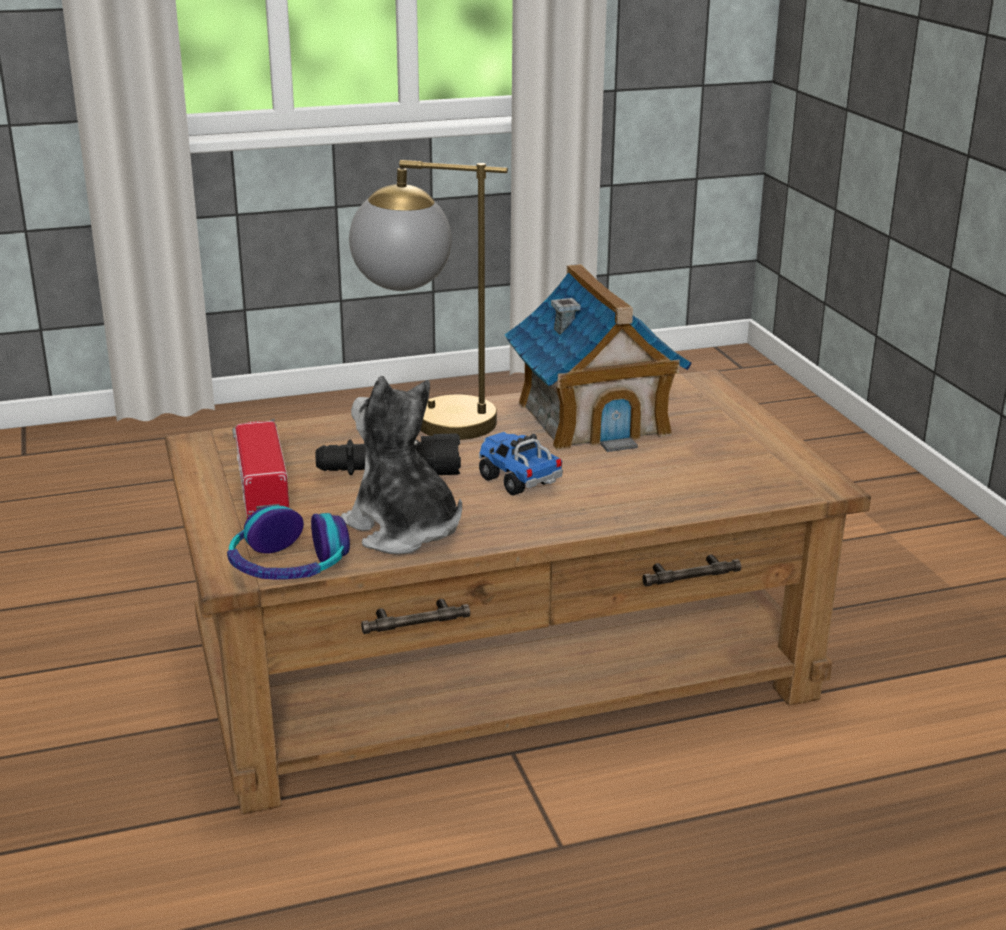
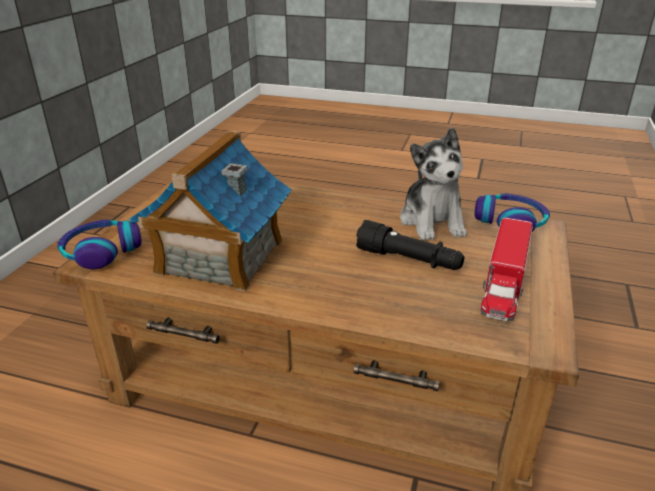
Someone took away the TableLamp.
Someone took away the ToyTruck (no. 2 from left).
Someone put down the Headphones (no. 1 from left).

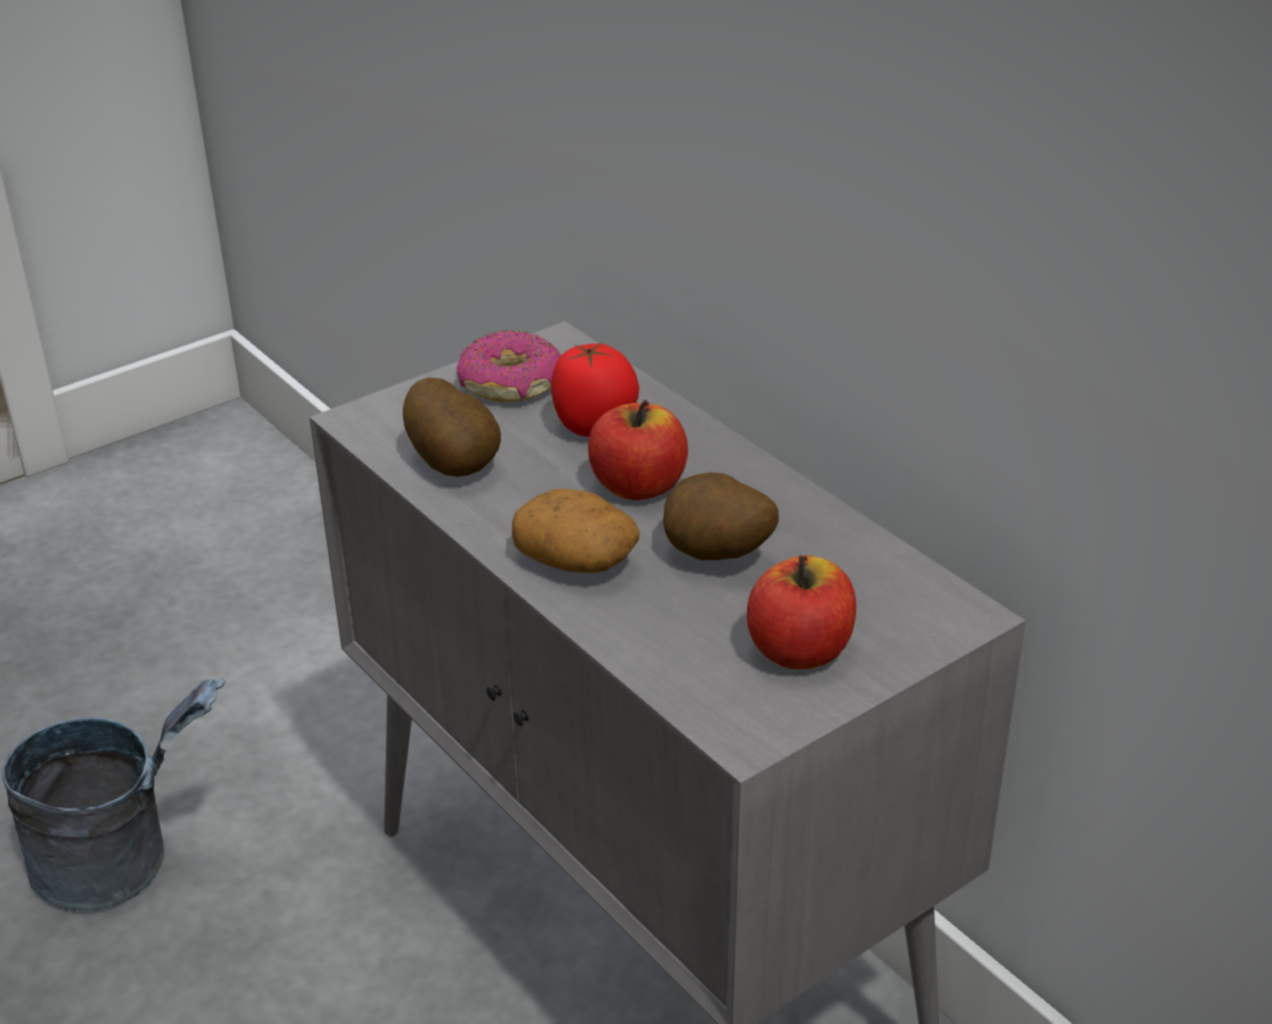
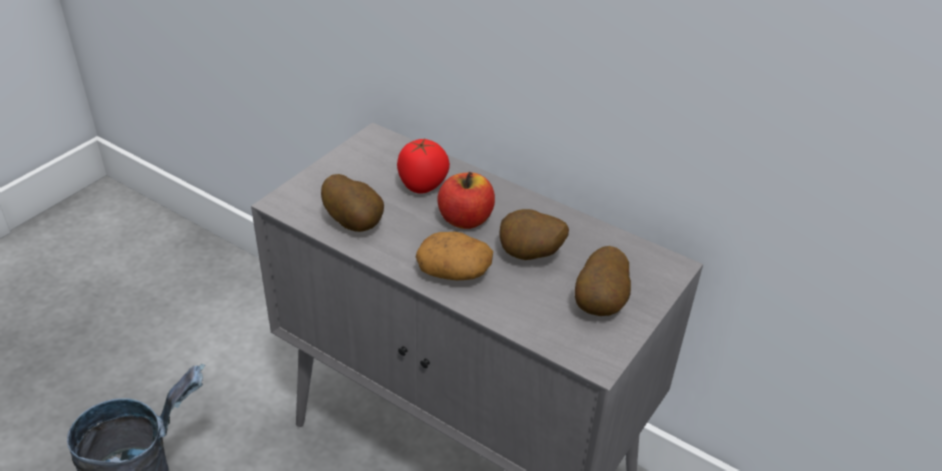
Someone took away the Donut.
Someone swapped the Apple (no. 2 from left) for the Potato (no. 4 from left).

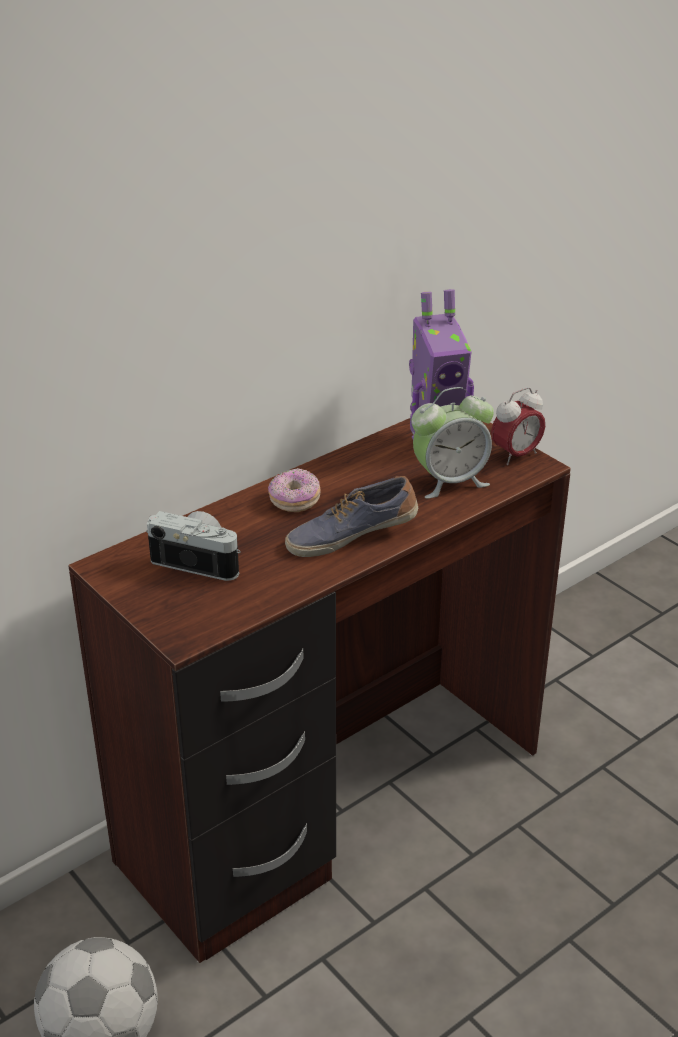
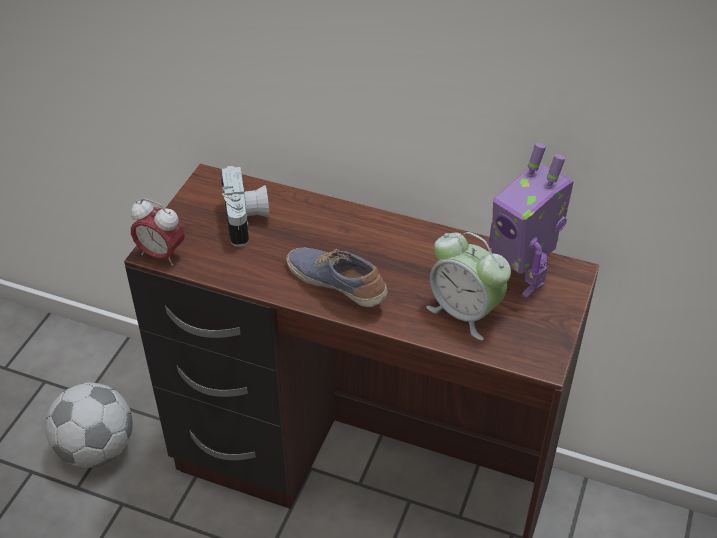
Someone took away the Donut.
Someone carried the AlarmClock (no. 2 from left in the first image).

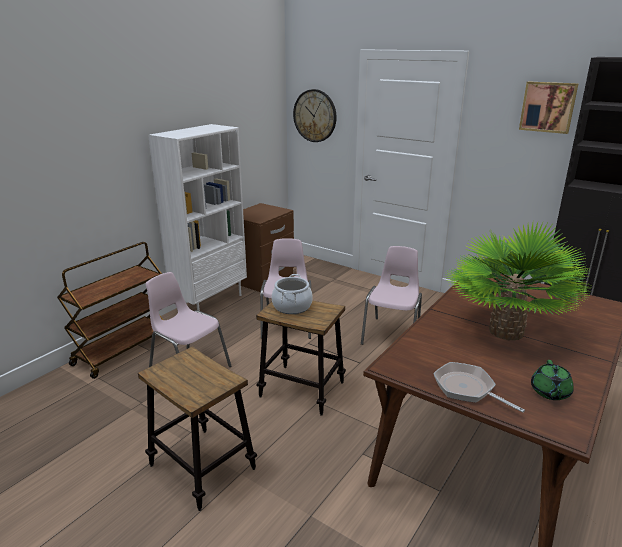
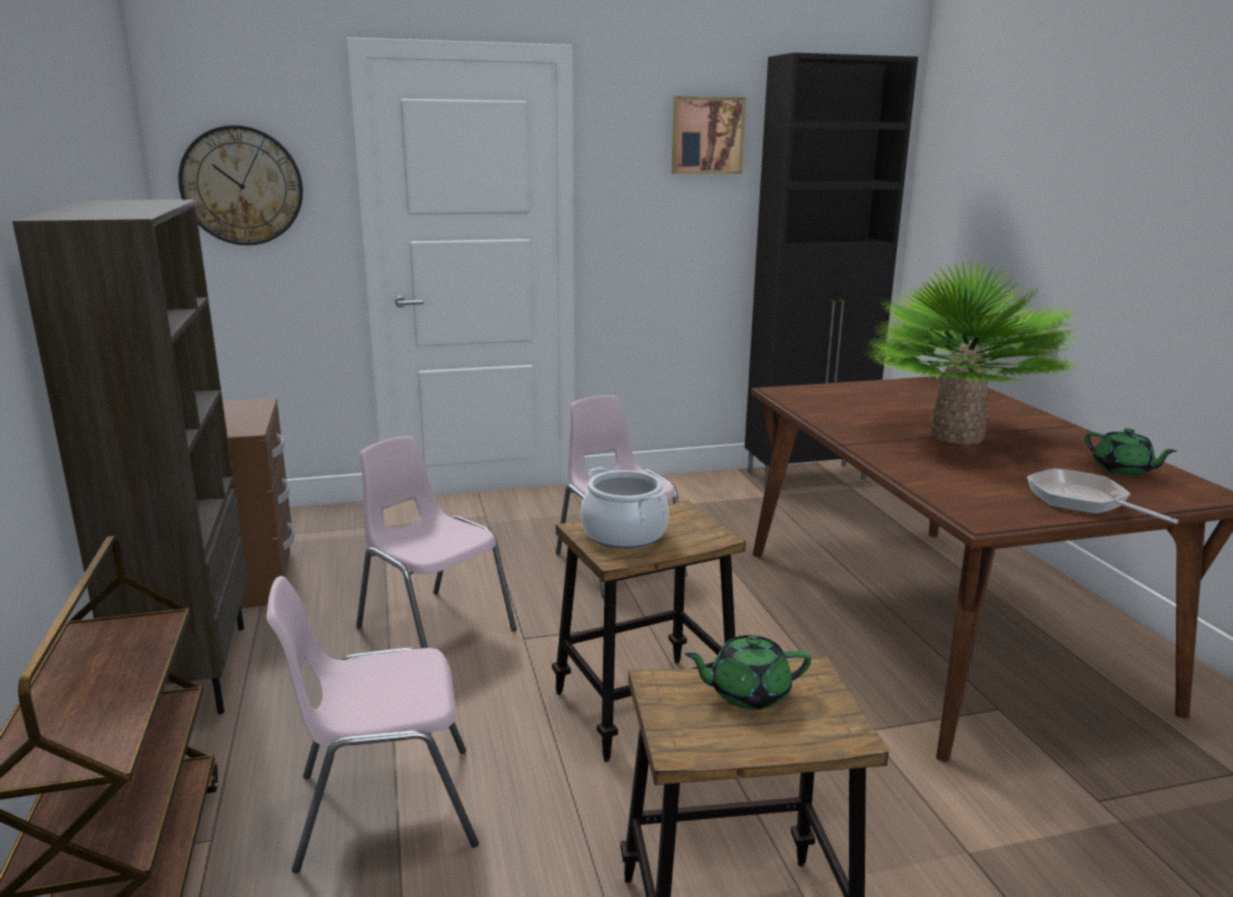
Someone repainted the WhiteBookcase, which became the BrownBookcase.
Someone rotated the FryingPan by 60 degrees clockwise.
Someone put down the GreenTeapot (no. 1 from left).

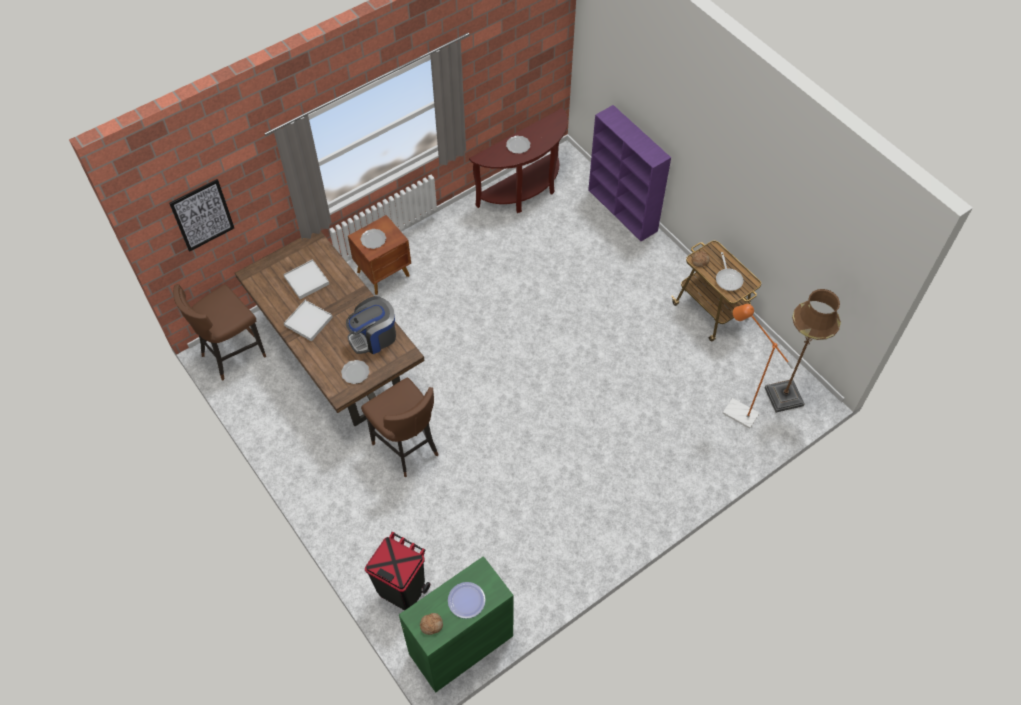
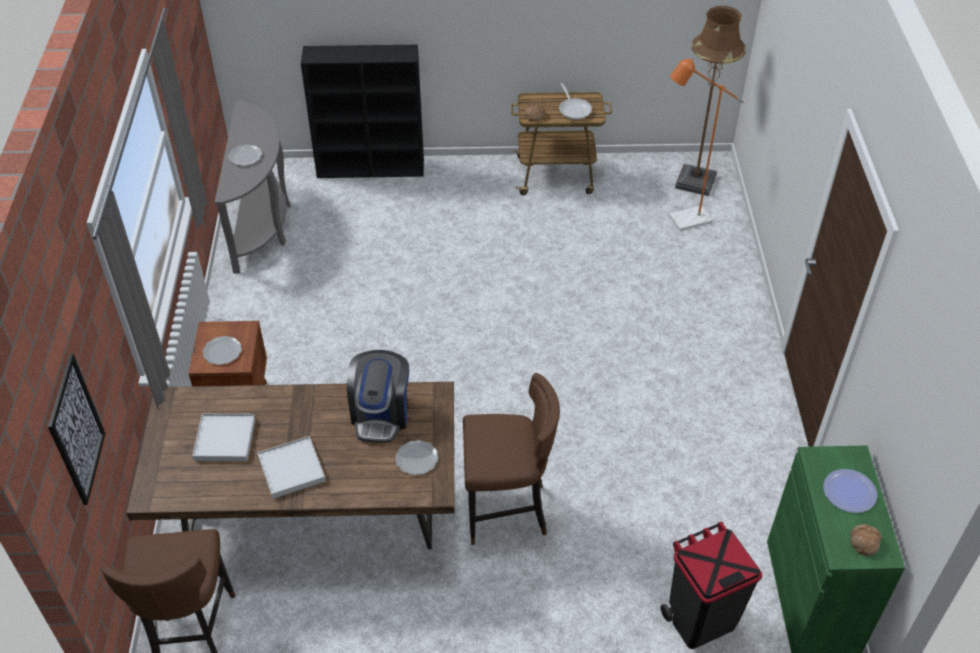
Someone repainted the BrownConsoleTable, which became the GreyConsoleTable.
Someone repainted the PurpleBookcase, which became the BlackBookcase.
Someone rotated the FryingPan by 45 degrees clockwise.

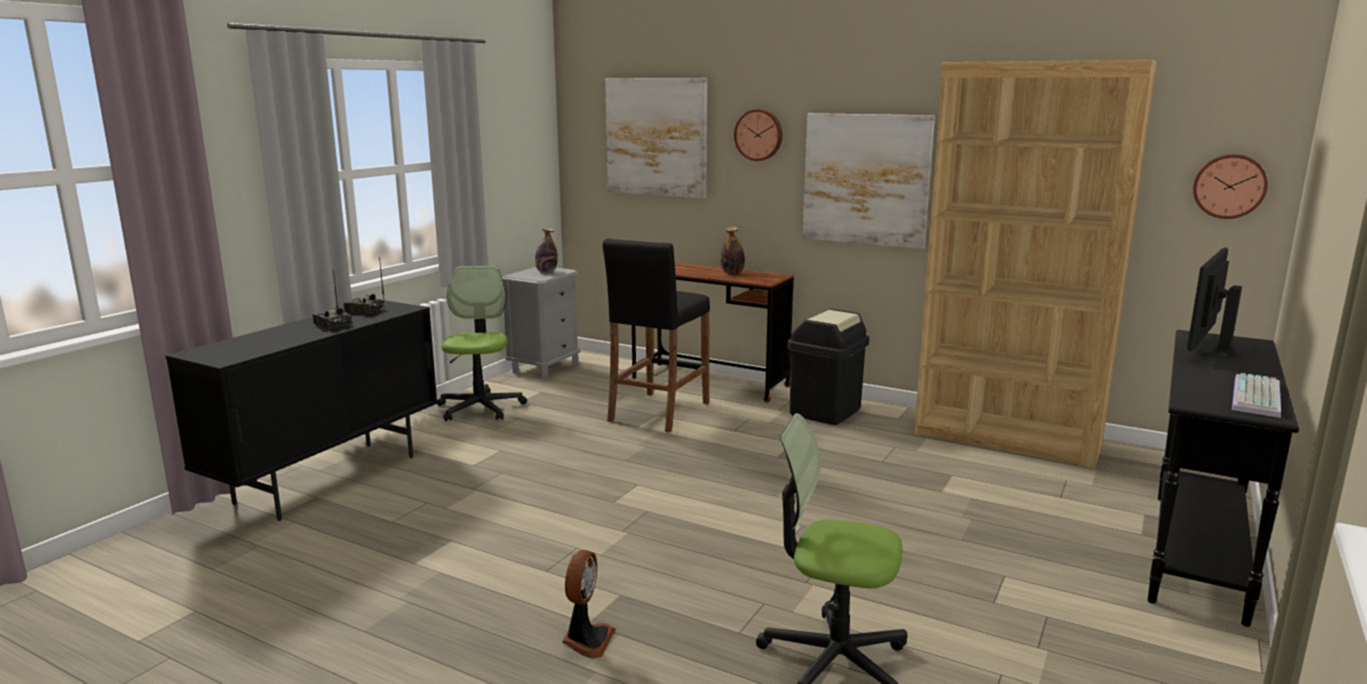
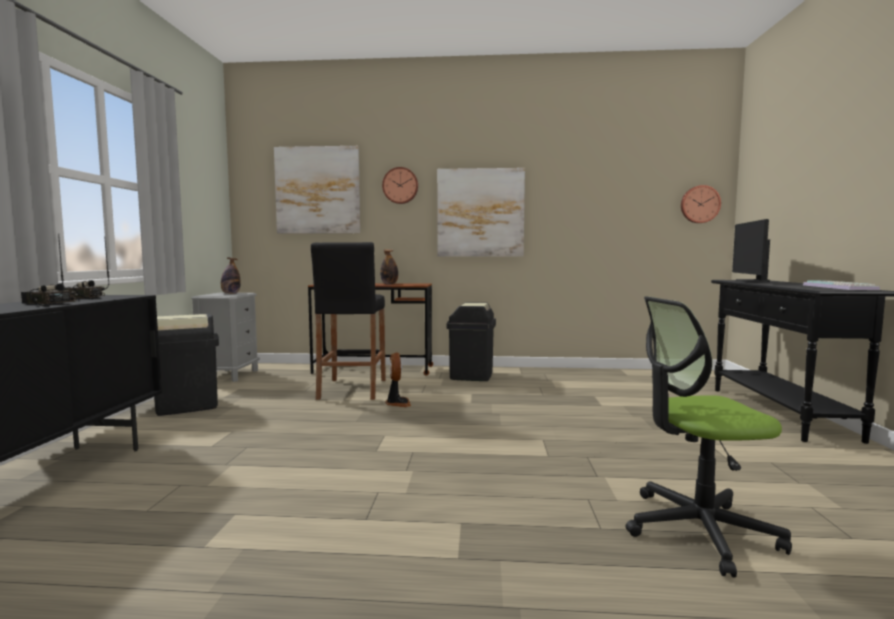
Someone swapped the OfficeChair (no. 1 from left) for the BlackTrashCan (no. 1 from left).
Someone carried the Fan.
Someone took away the BrownBookcase.

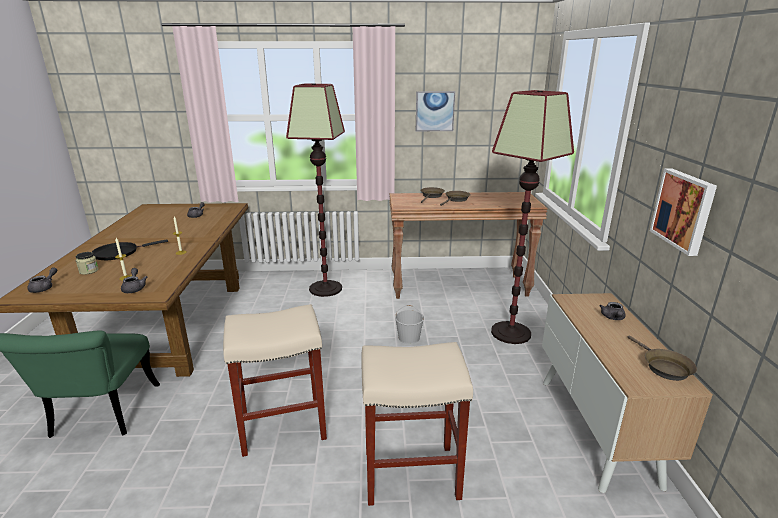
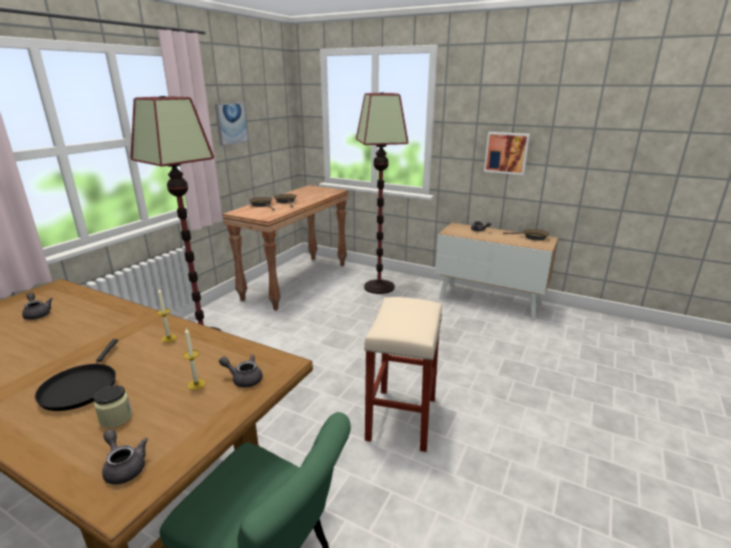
Someone took away the BeigeStool (no. 2 from left).
Someone took away the WhiteBucket.

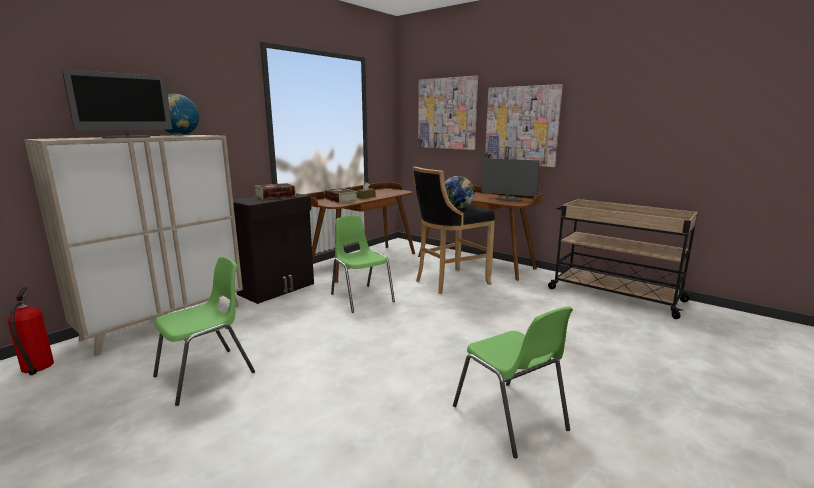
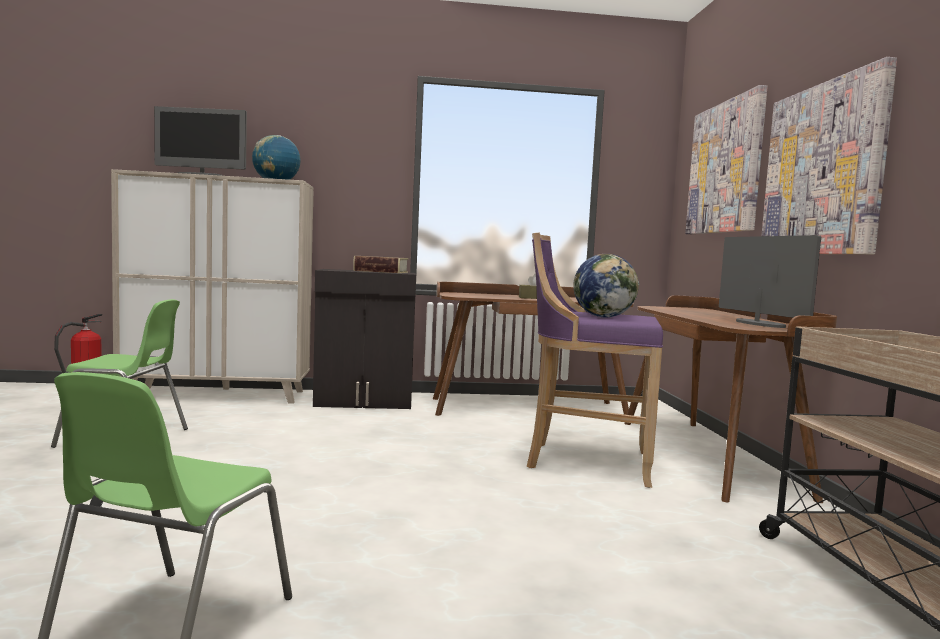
Someone took away the Book (no. 2 from left).
Someone took away the GreenChair (no. 2 from left).
Someone repainted the BlackStool, which became the PurpleStool.

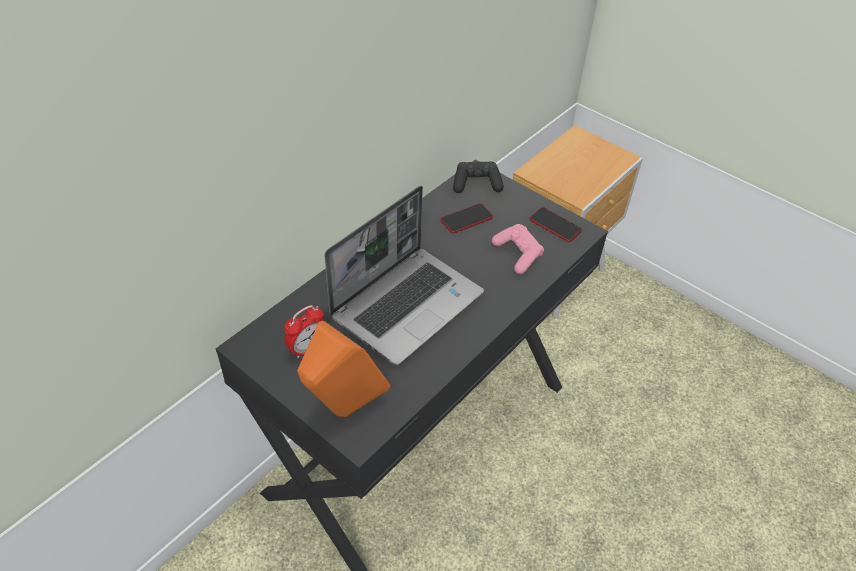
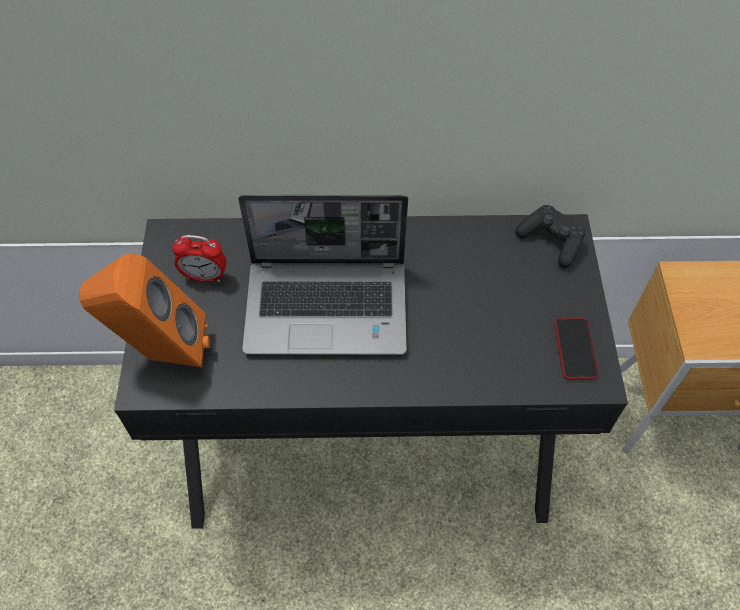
Someone took away the Phone (no. 1 from left).
Someone took away the PinkGameController.

